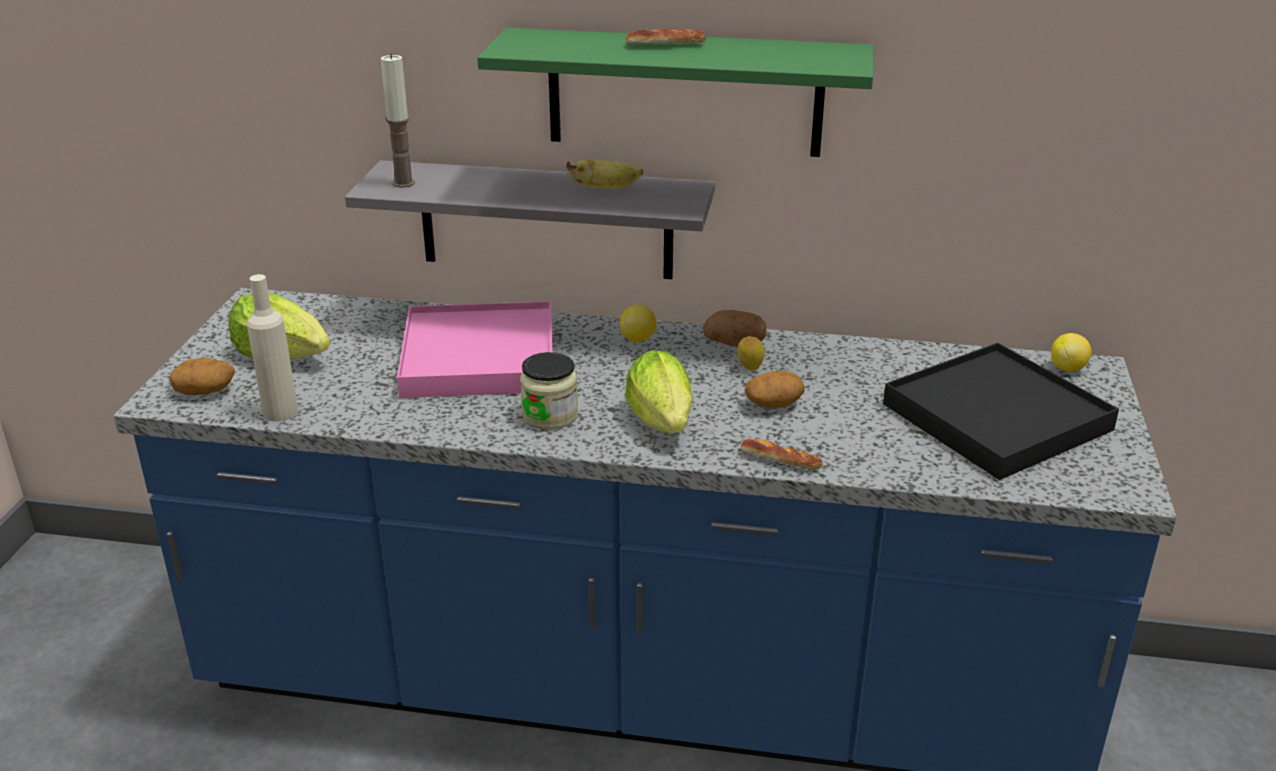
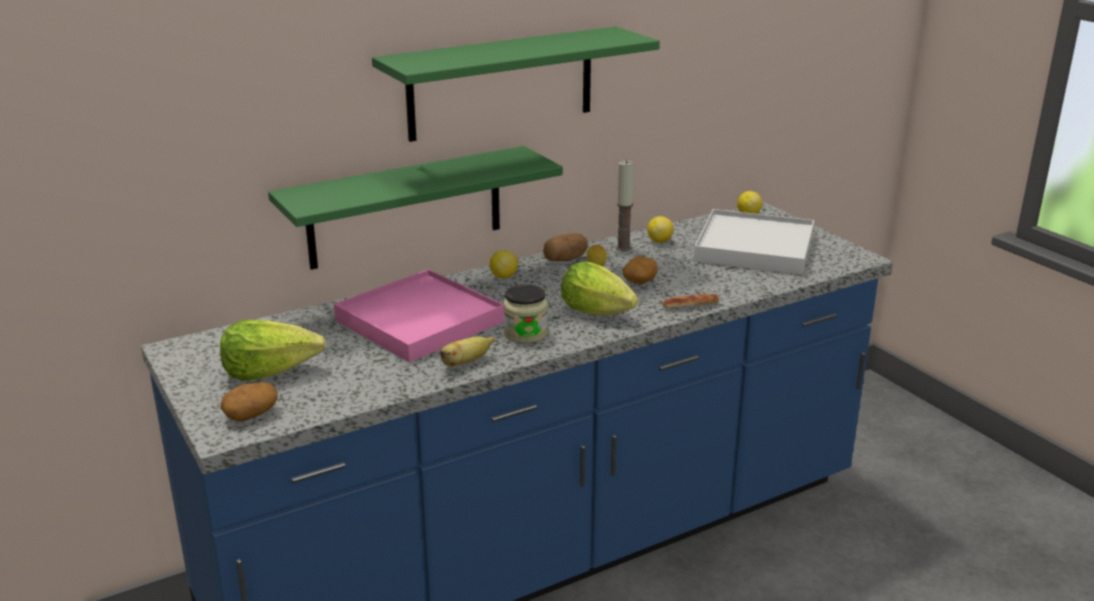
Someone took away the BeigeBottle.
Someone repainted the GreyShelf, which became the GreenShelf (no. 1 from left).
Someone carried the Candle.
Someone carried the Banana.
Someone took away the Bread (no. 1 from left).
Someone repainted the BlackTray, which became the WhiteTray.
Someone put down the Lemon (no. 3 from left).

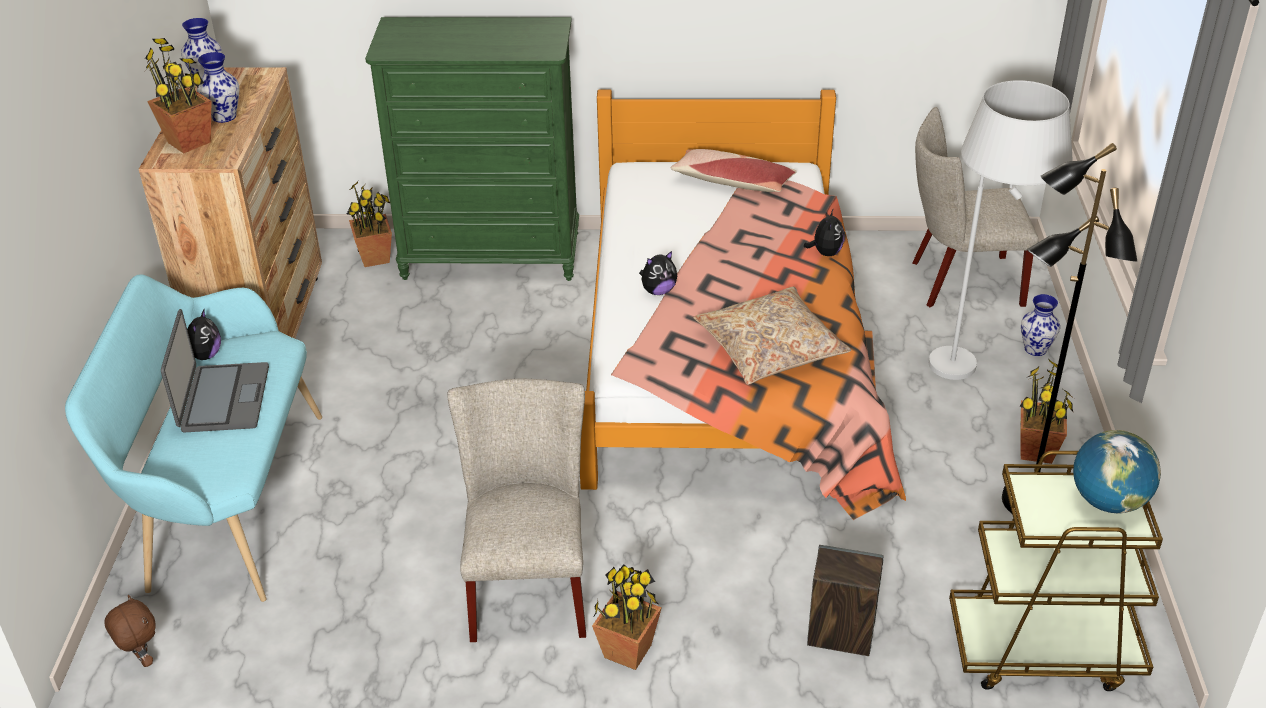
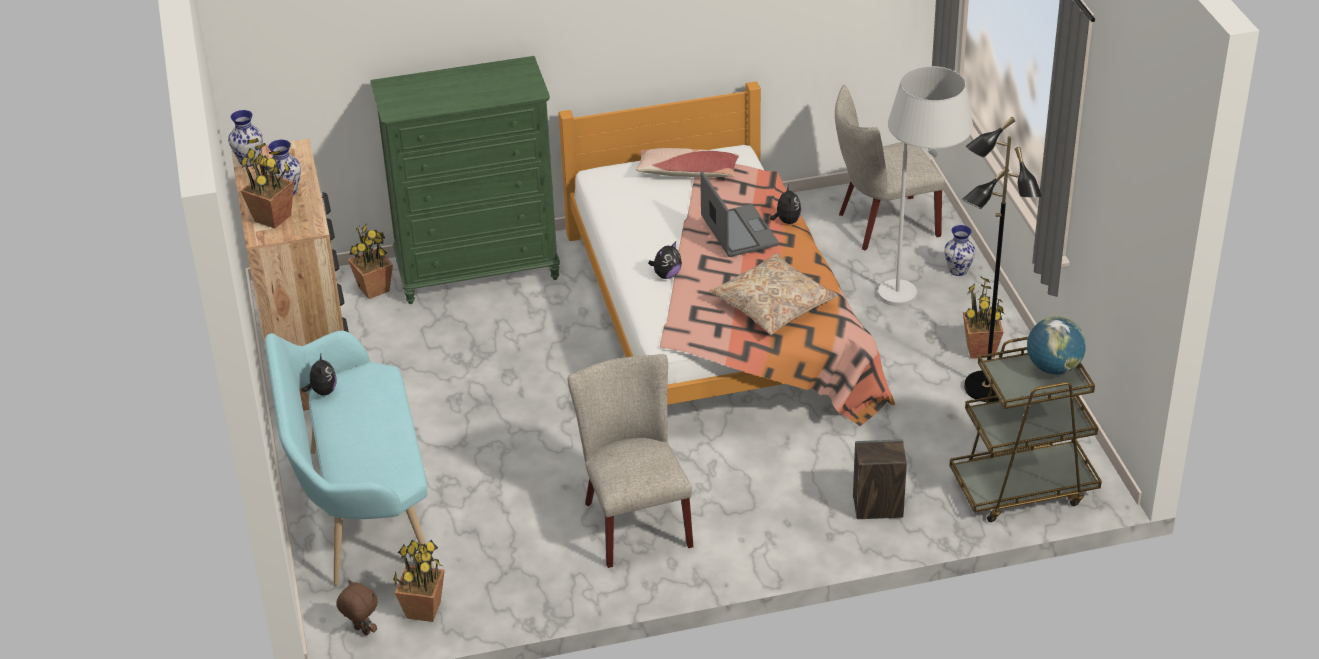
Someone carried the Laptop.
Someone carried the PottedPlant (no. 3 from left).

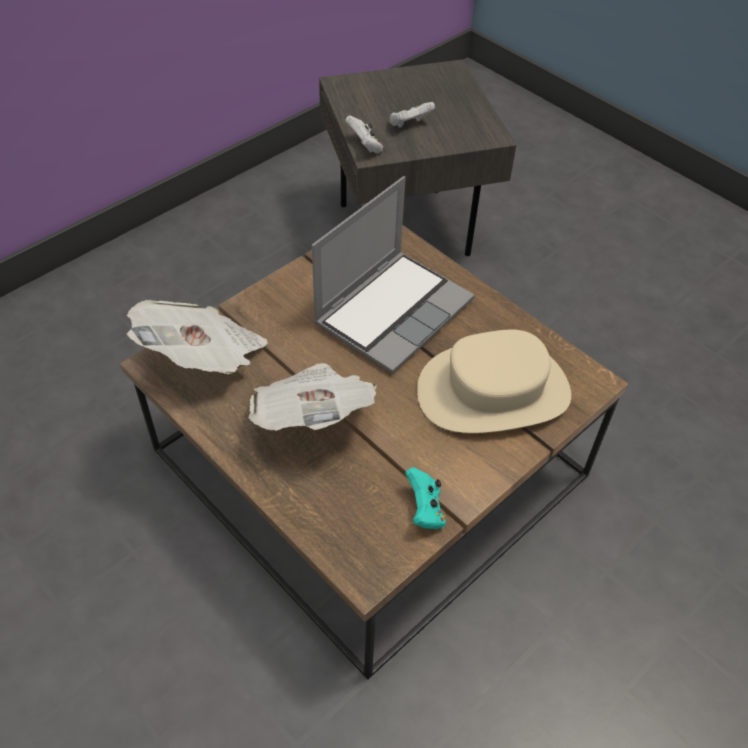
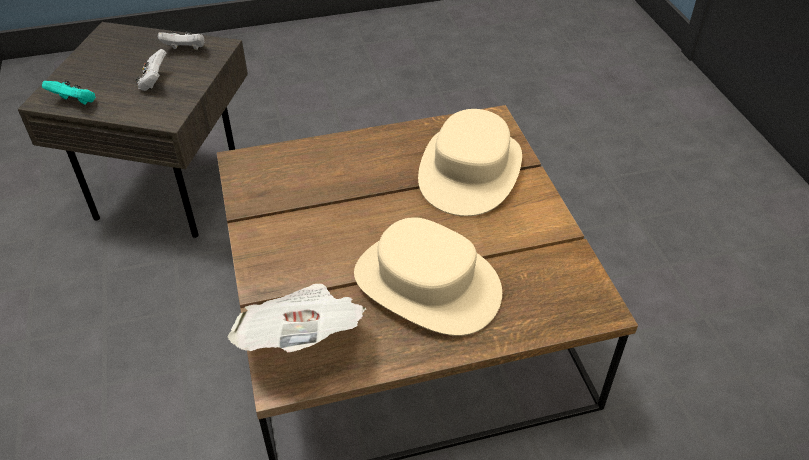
Someone swapped the Newspaper (no. 2 from left) for the BeigeHat (no. 1 from left).
Someone took away the Laptop.
Someone carried the WhiteGameController (no. 1 from left in the first image).
Someone carried the TurquoiseGameController.

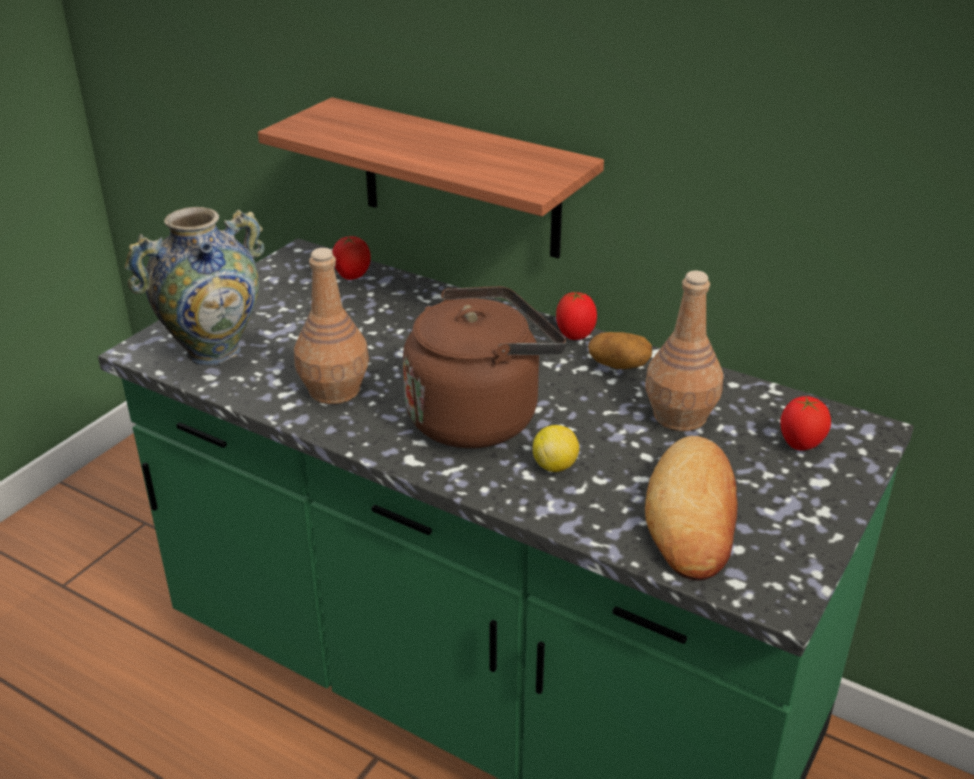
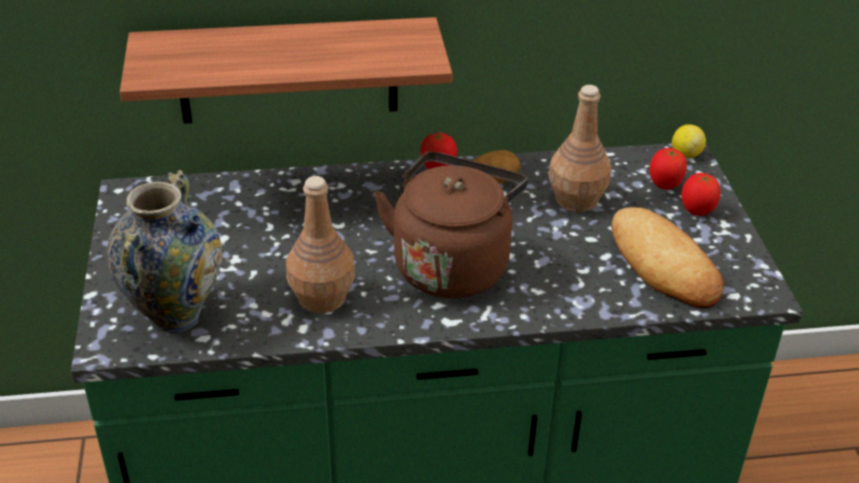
Someone carried the Tomato (no. 1 from left in the first image).
Someone carried the Lemon.

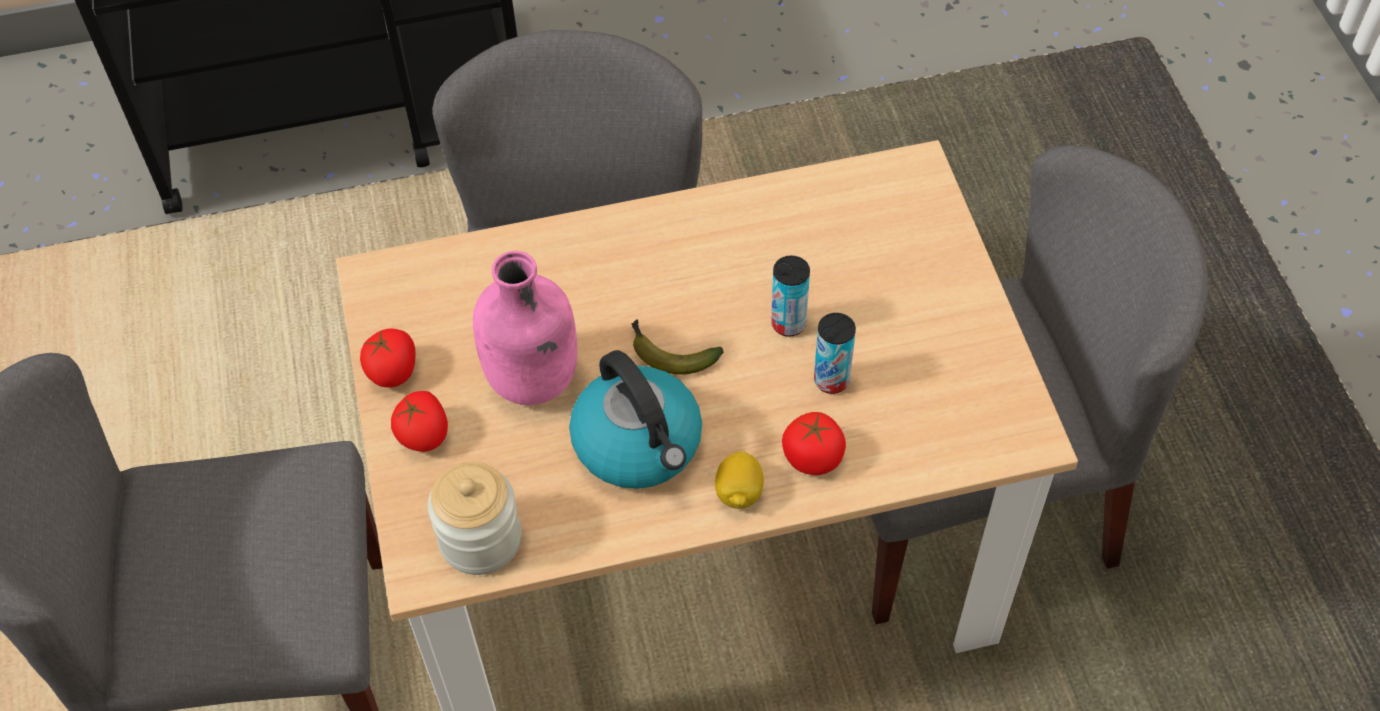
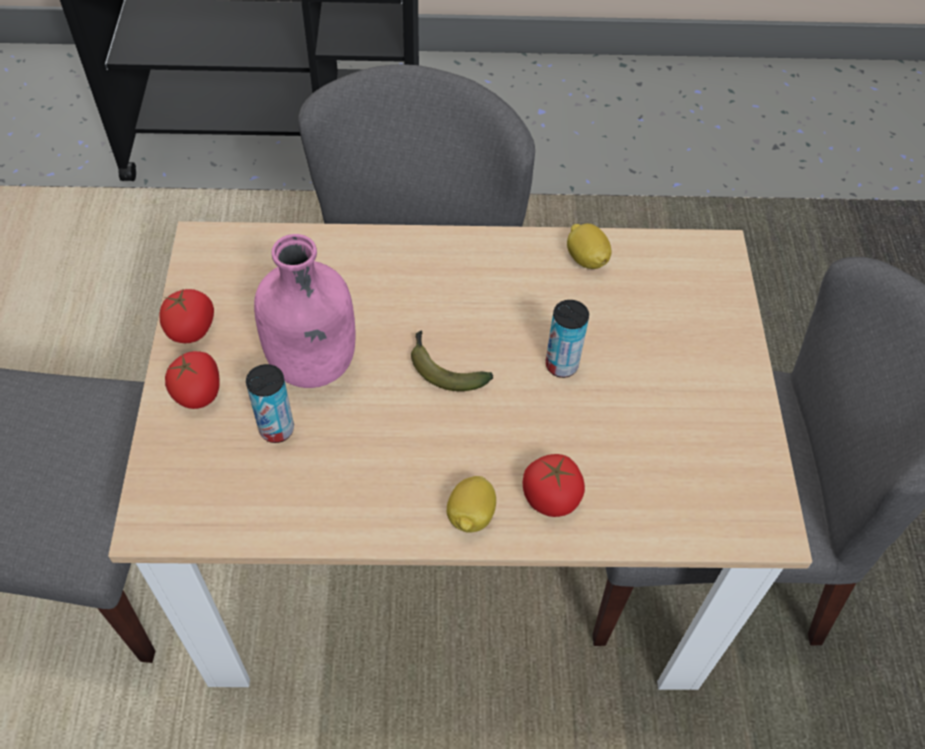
Someone took away the Jar.
Someone took away the Kettle.
Someone carried the Can (no. 2 from left in the first image).
Someone put down the Lemon (no. 2 from left).

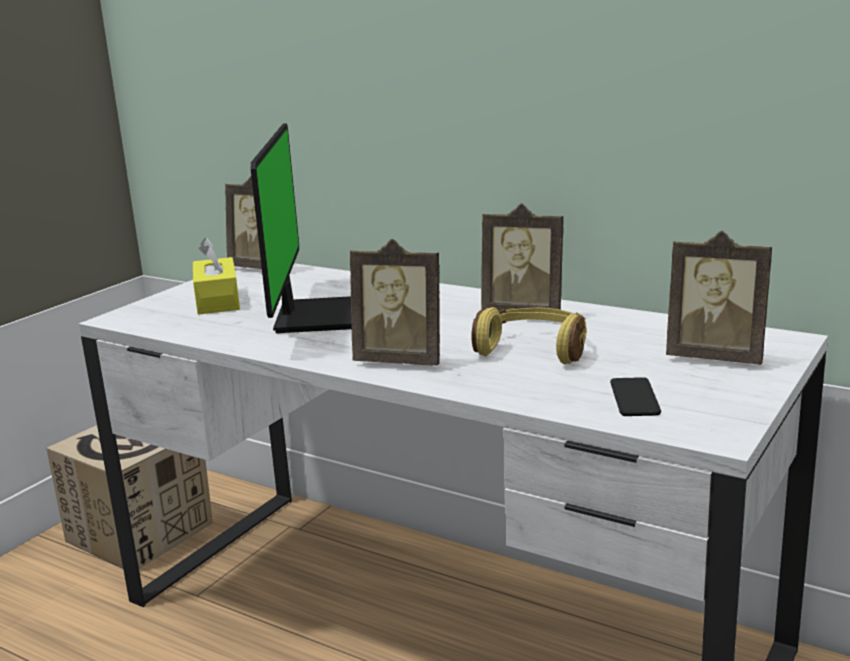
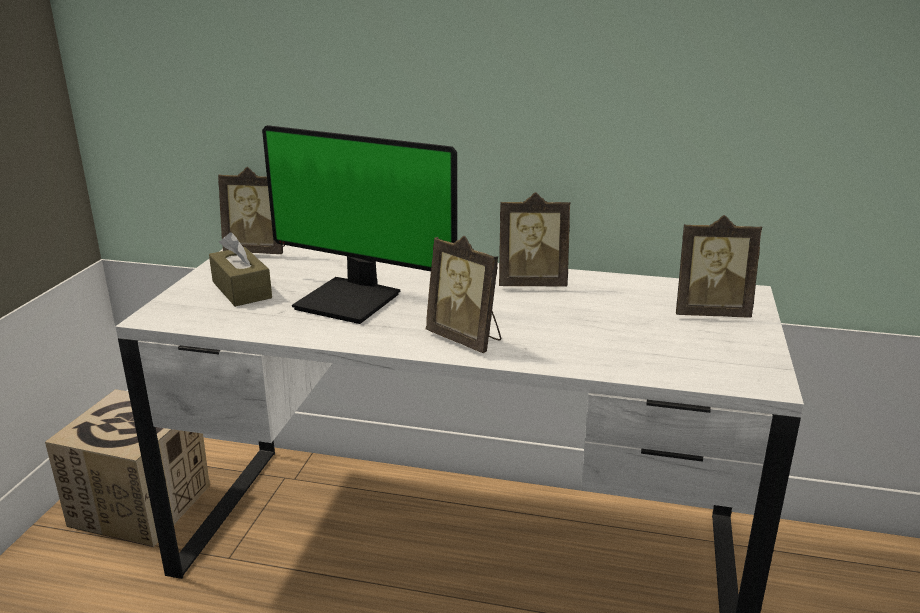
Someone repainted the YellowTissueBox, which became the BrownTissueBox.
Someone rotated the Monitor by 135 degrees clockwise.
Someone rotated the PictureFrame (no. 2 from left) by 45 degrees clockwise.
Someone took away the YellowHeadphones.
Someone took away the Phone.

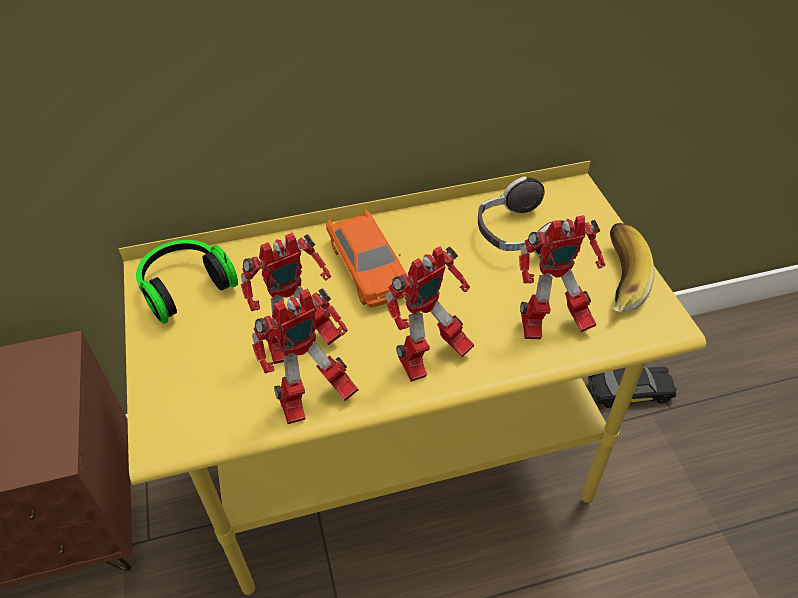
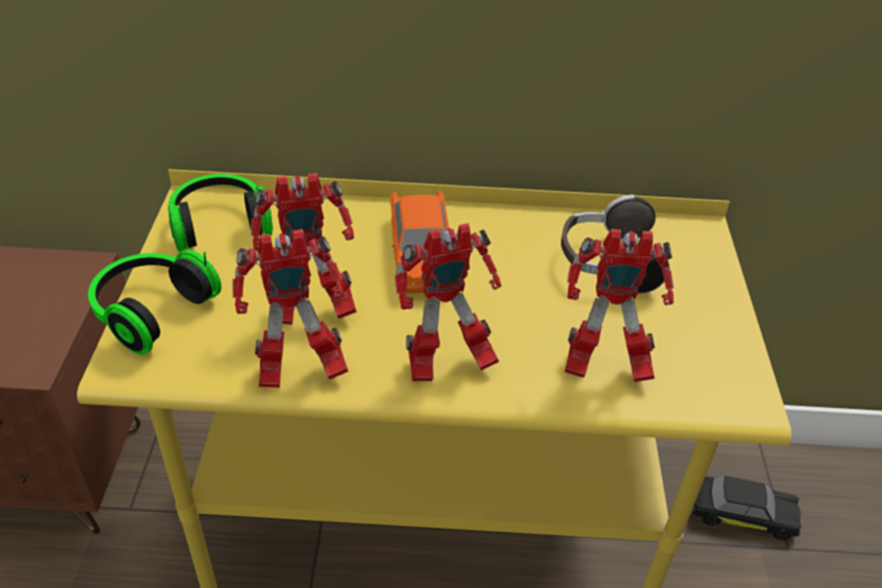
Someone took away the Banana.
Someone put down the Headphones (no. 1 from left).

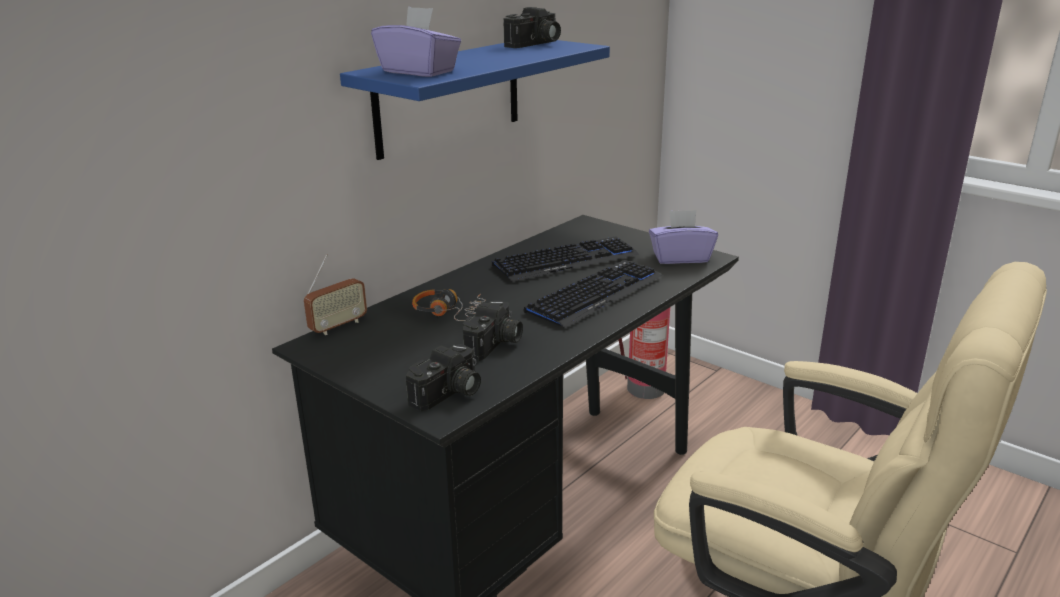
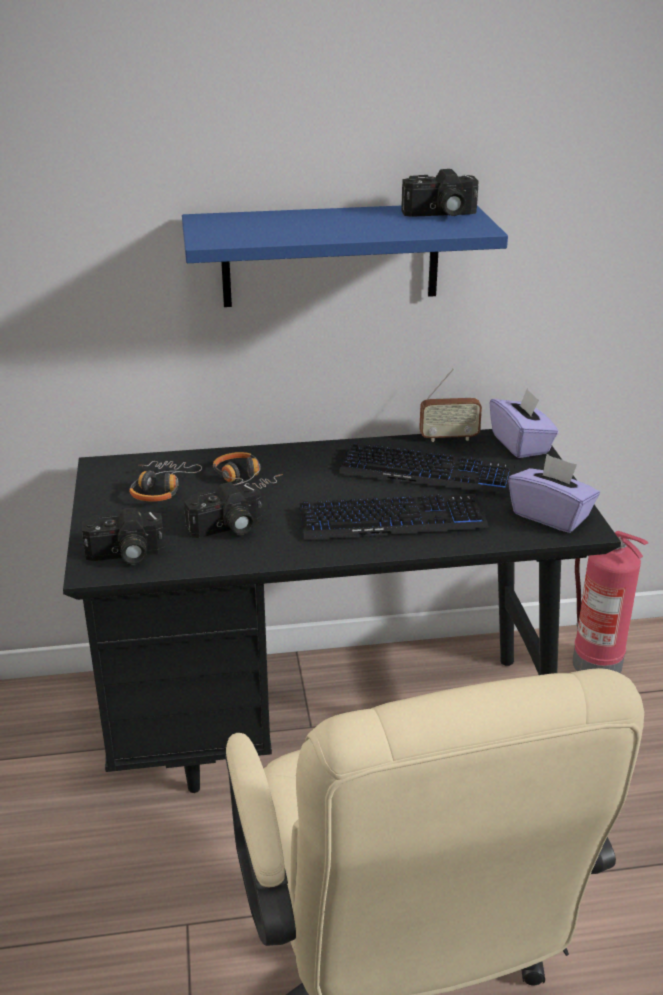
Someone carried the Radio.
Someone carried the PurpleTissueBox (no. 1 from left).
Someone put down the Headphones (no. 1 from left).

